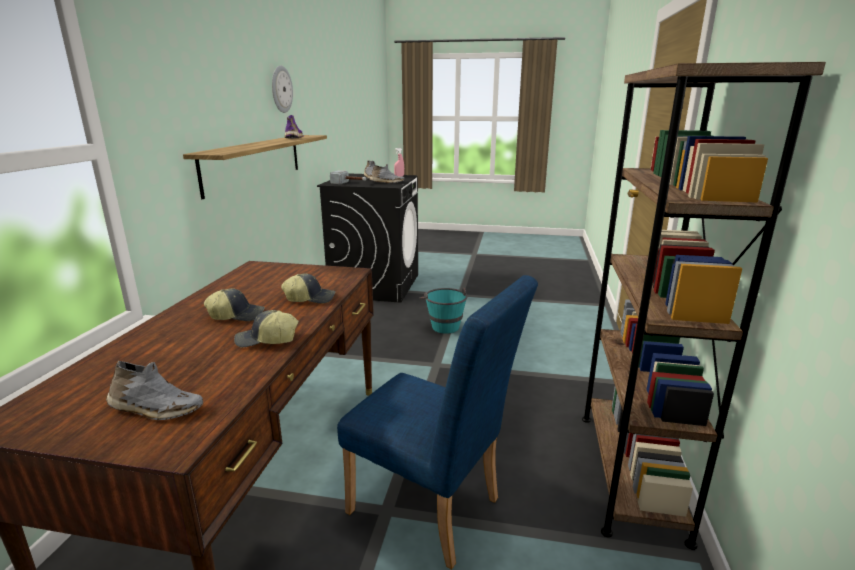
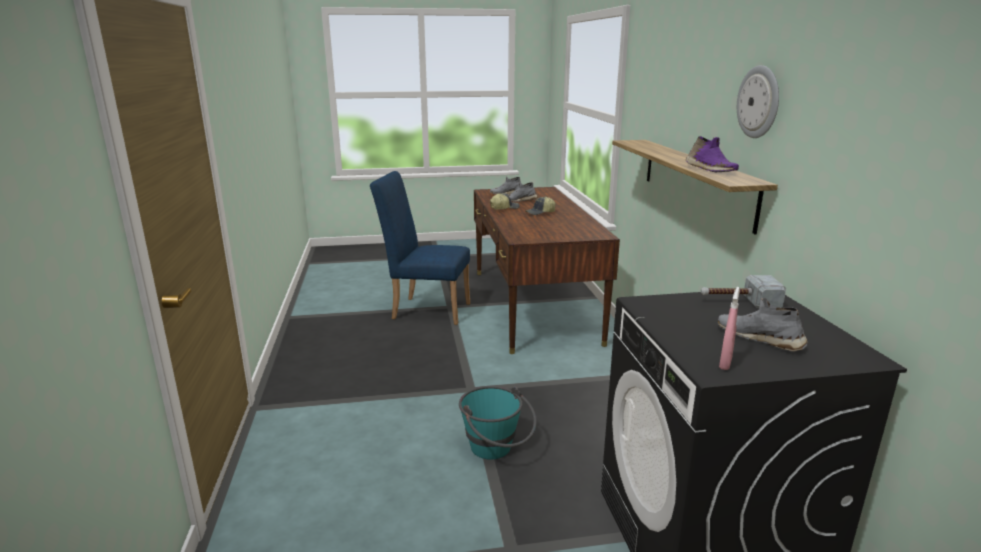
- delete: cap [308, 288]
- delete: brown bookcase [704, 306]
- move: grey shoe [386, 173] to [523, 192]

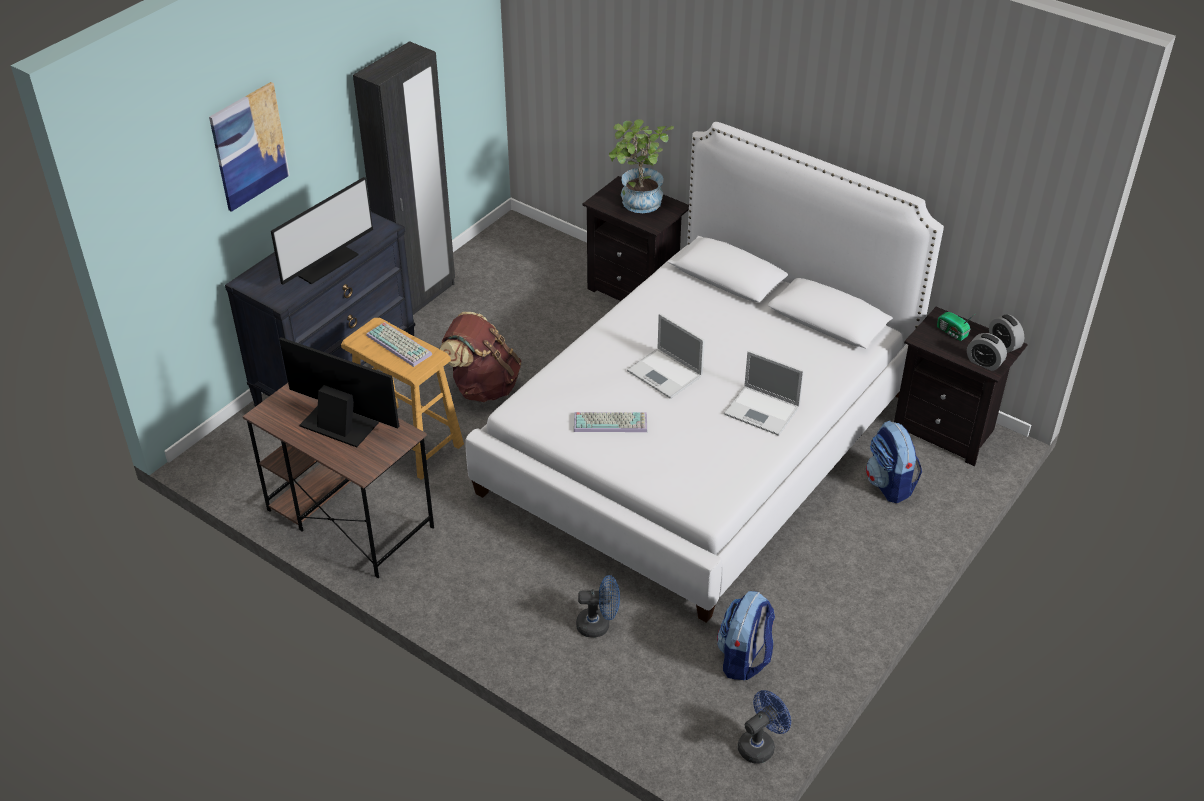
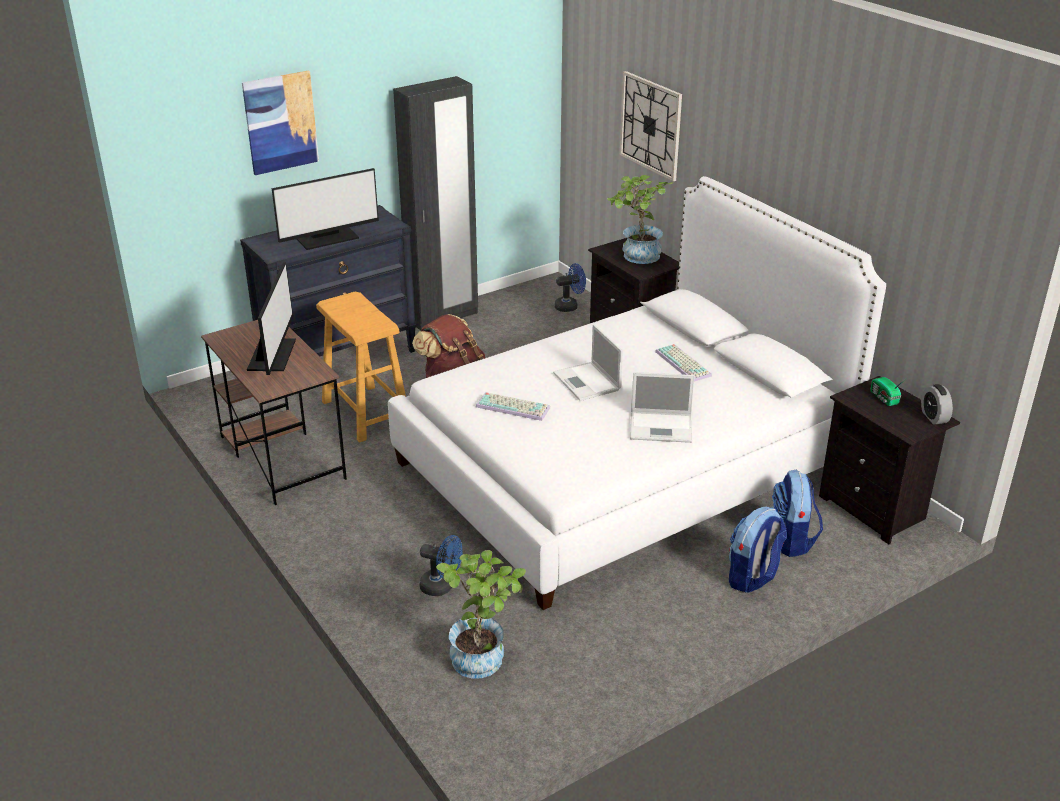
- delete: alarm clock [987, 352]
- insert: potted plant [481, 614]
- insert: wall clock [651, 126]
- move: keyboard [399, 344] to [683, 363]
- move: backpack [746, 635] to [758, 549]
- move: blue fan [764, 727] to [570, 287]
- rotate: monitor [339, 392] = [271, 319] 45 degrees clockwise
- rotate: laptop [764, 393] = [662, 407] 45 degrees counterclockwise

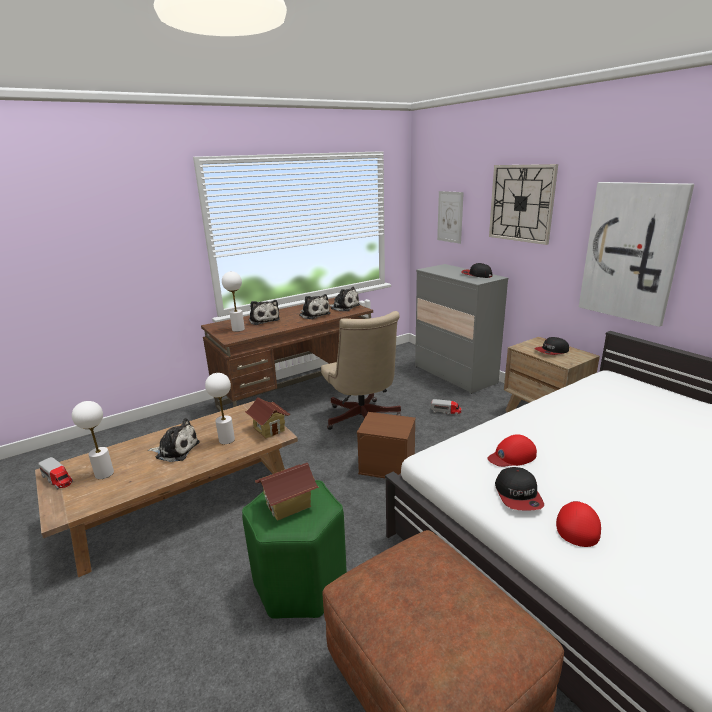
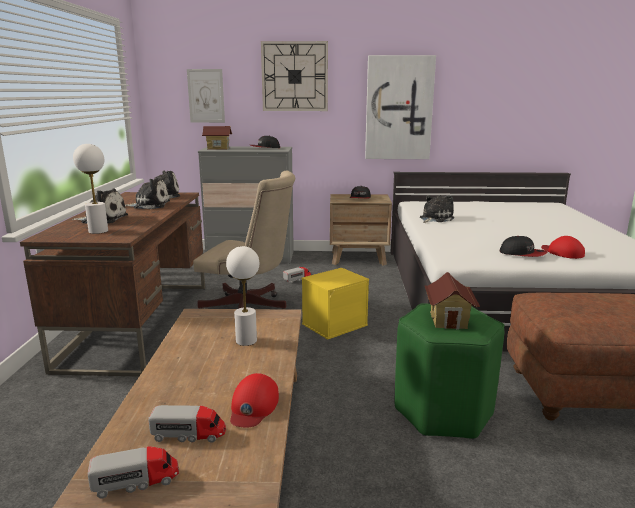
- move: plush toy [174, 440] to [437, 209]
- move: toy house [267, 417] to [217, 138]
- move: red cap [512, 450] to [254, 400]
- replace: white table lamp [93, 440] to toy truck [187, 424]
- recolor: brown storage box [386, 445] to yellow storage box [335, 304]

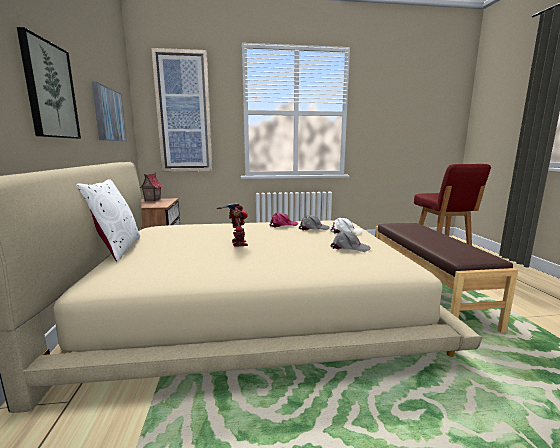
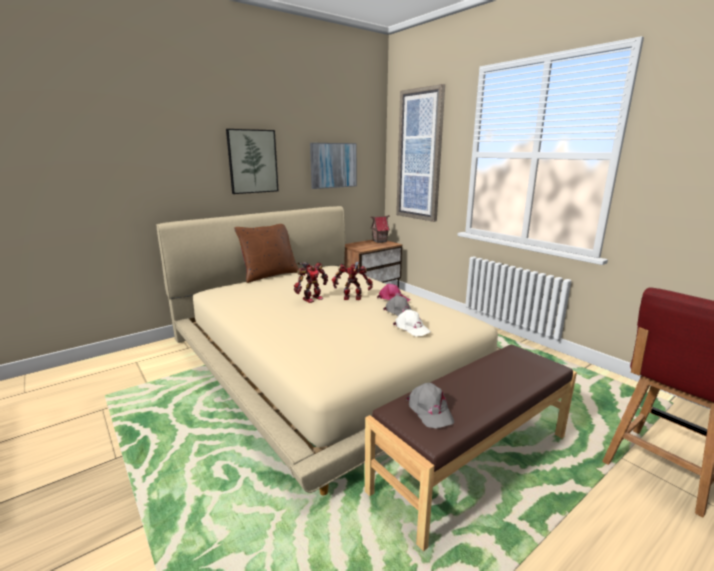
- insert: toy robot [352, 280]
- move: grey cap [351, 241] to [430, 406]
- recolor: white pillow [108, 220] to brown pillow [266, 253]

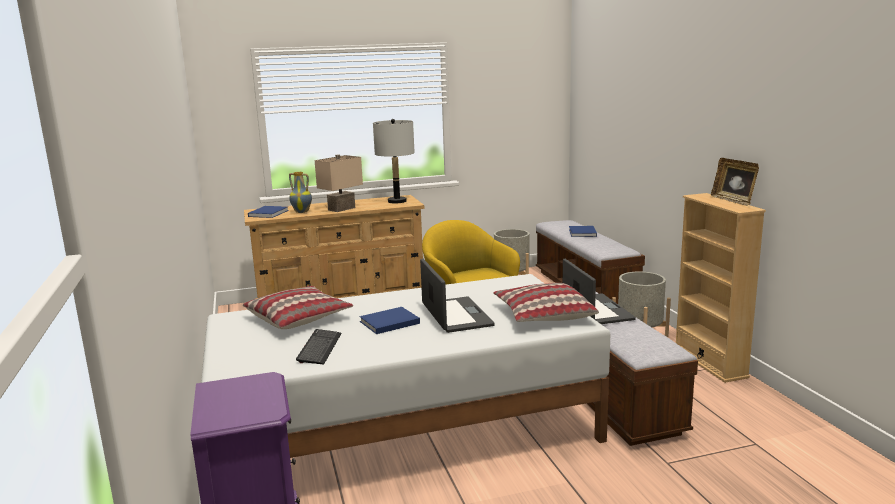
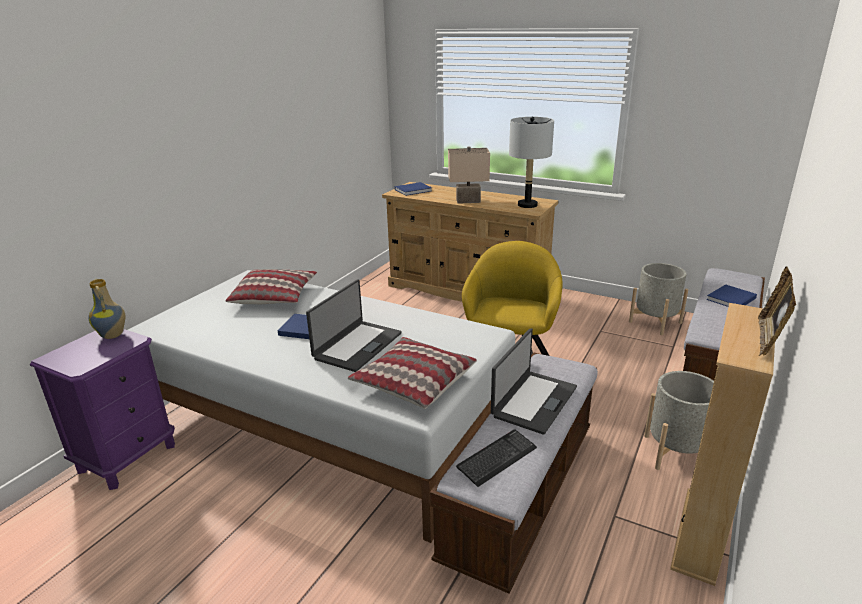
- move: vase [300, 192] to [107, 308]
- move: keyboard [318, 346] to [496, 458]

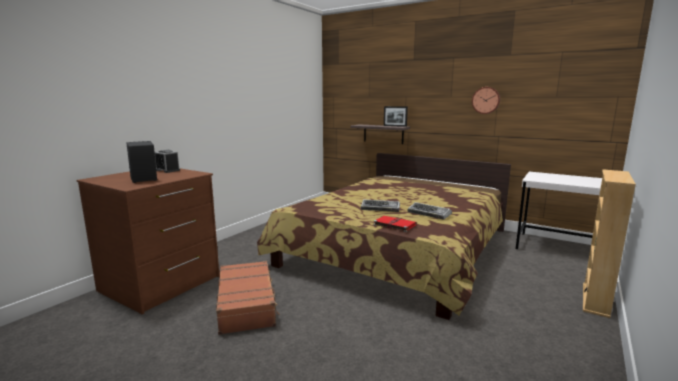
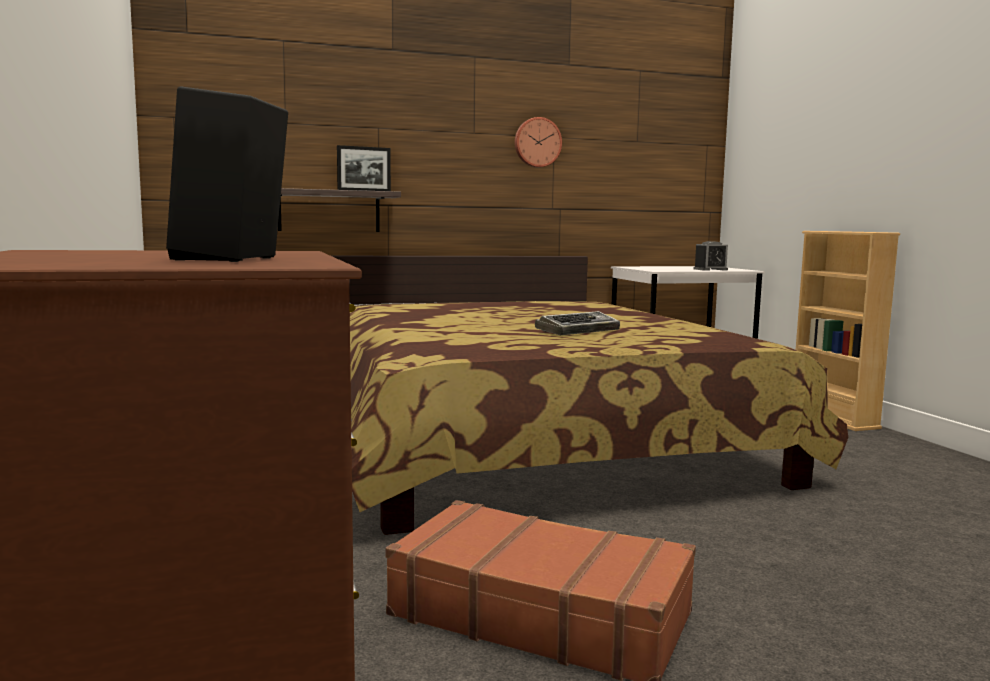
- delete: red book [395, 224]
- delete: keyboard [430, 211]
- move: alarm clock [167, 161] to [711, 256]

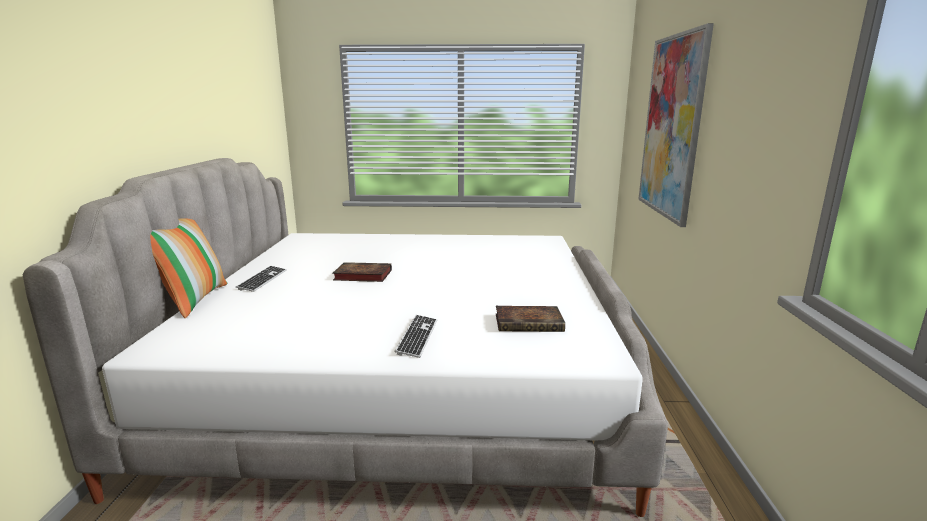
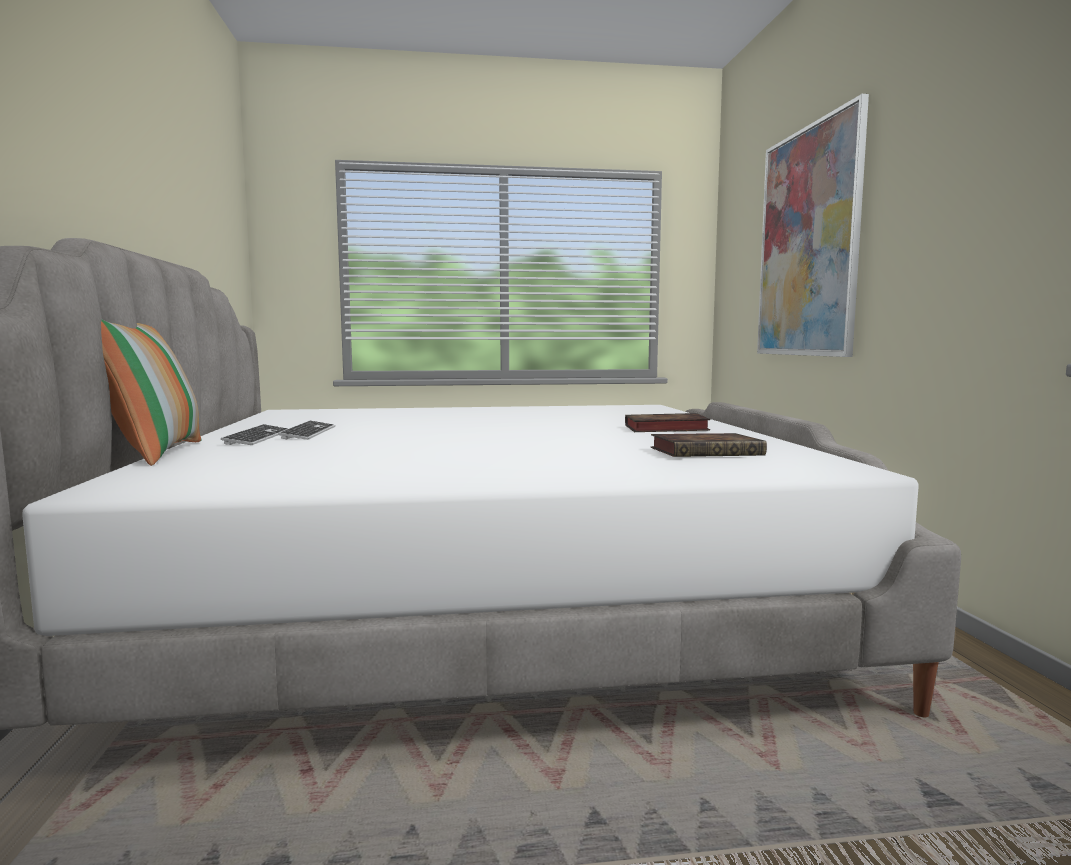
- move: book [362, 272] to [668, 422]
- move: keyboard [416, 336] to [306, 430]

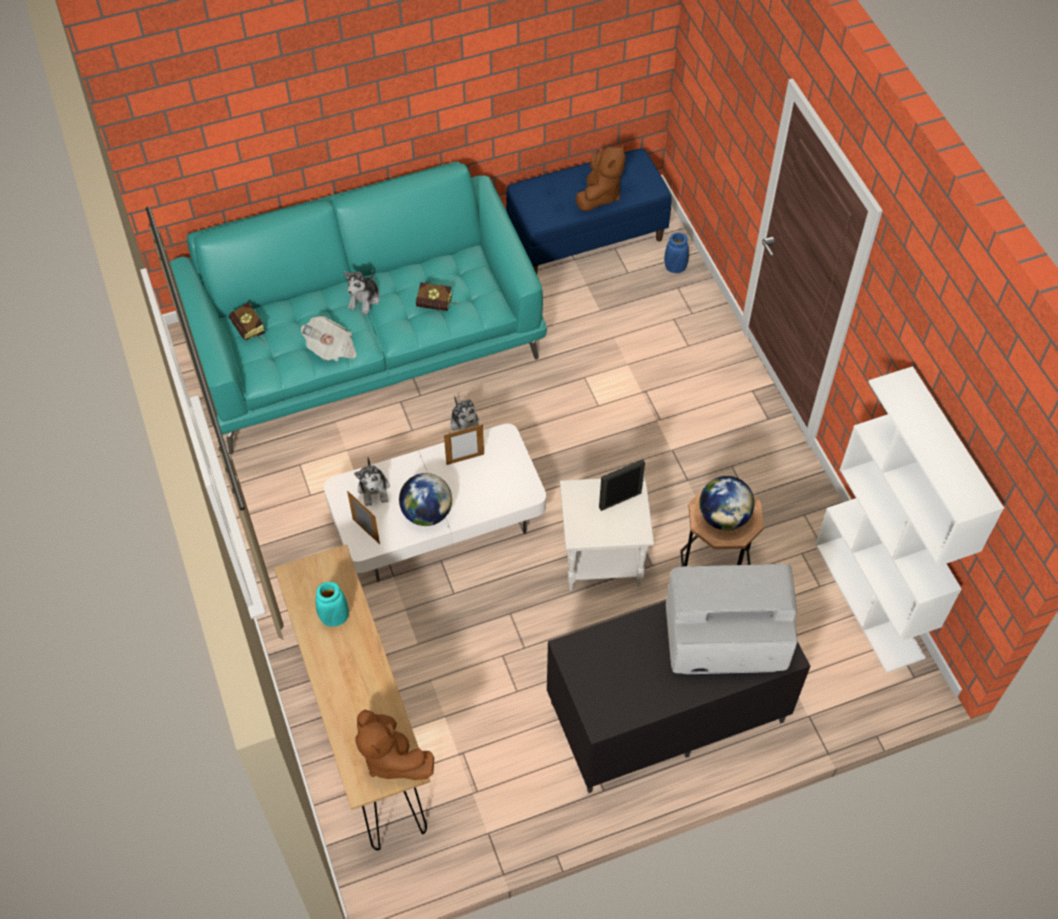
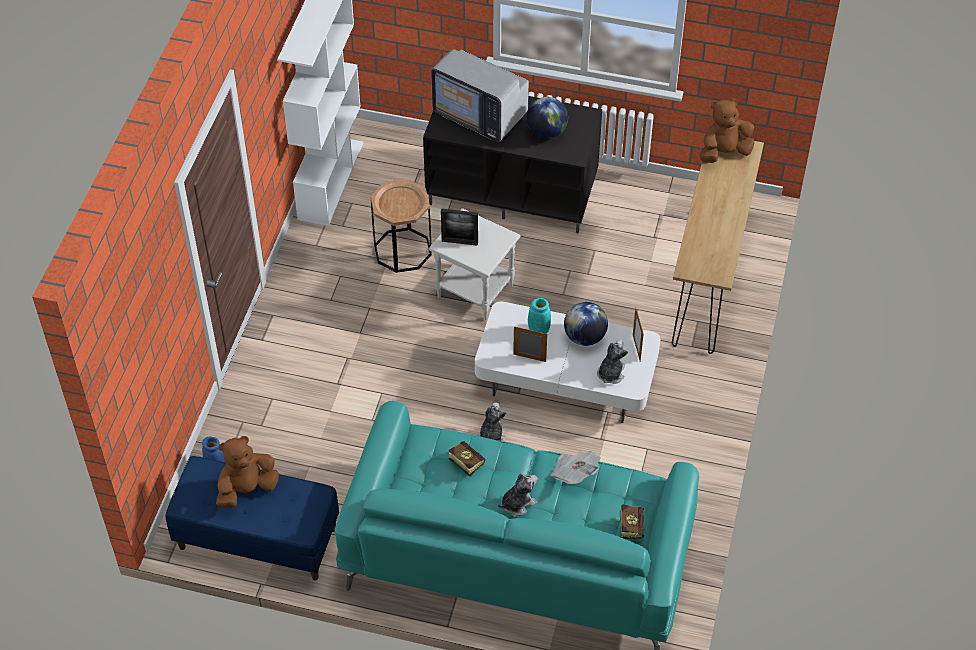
- move: turquoise vase [332, 604] to [539, 316]
- move: globe [726, 503] to [547, 118]
- rotate: brown plush toy [394, 745] = [727, 130] 105 degrees counterclockwise

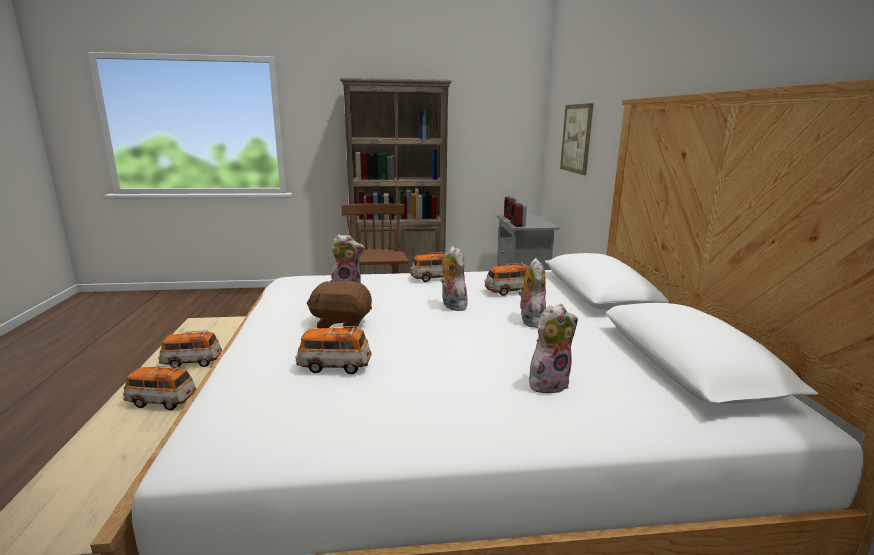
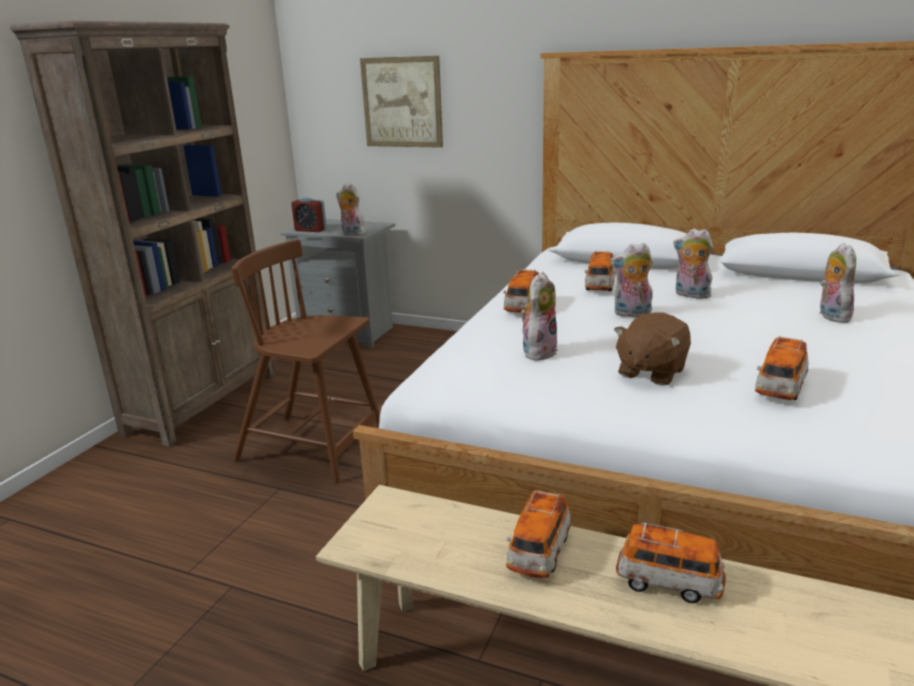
- replace: alarm clock [519, 214] to plush toy [350, 210]
- rotate: toy car [159, 388] = [671, 562] 105 degrees counterclockwise

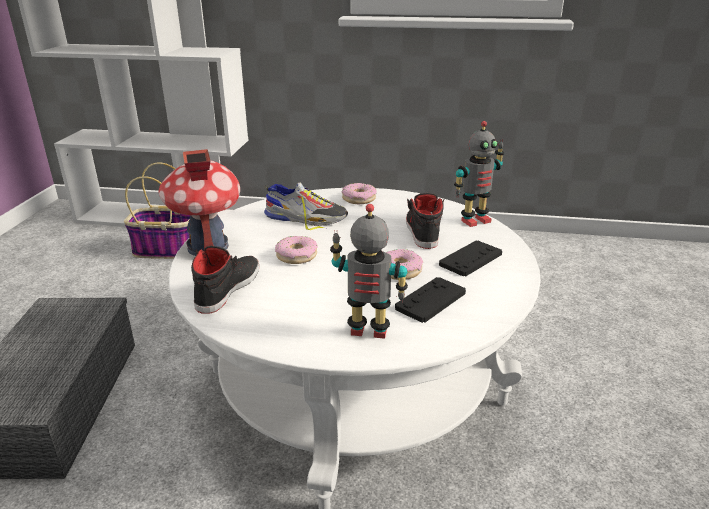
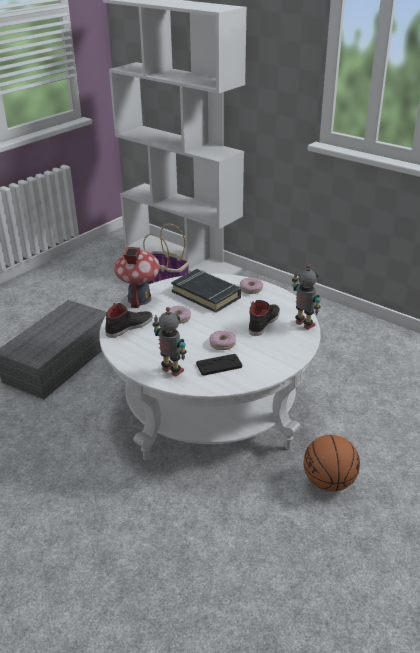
- delete: black game controller [470, 258]
- insert: basketball [332, 463]
- replace: shoe [306, 206] to black book [206, 291]
- rotate: toy robot [479, 174] = [306, 297] 135 degrees counterclockwise

